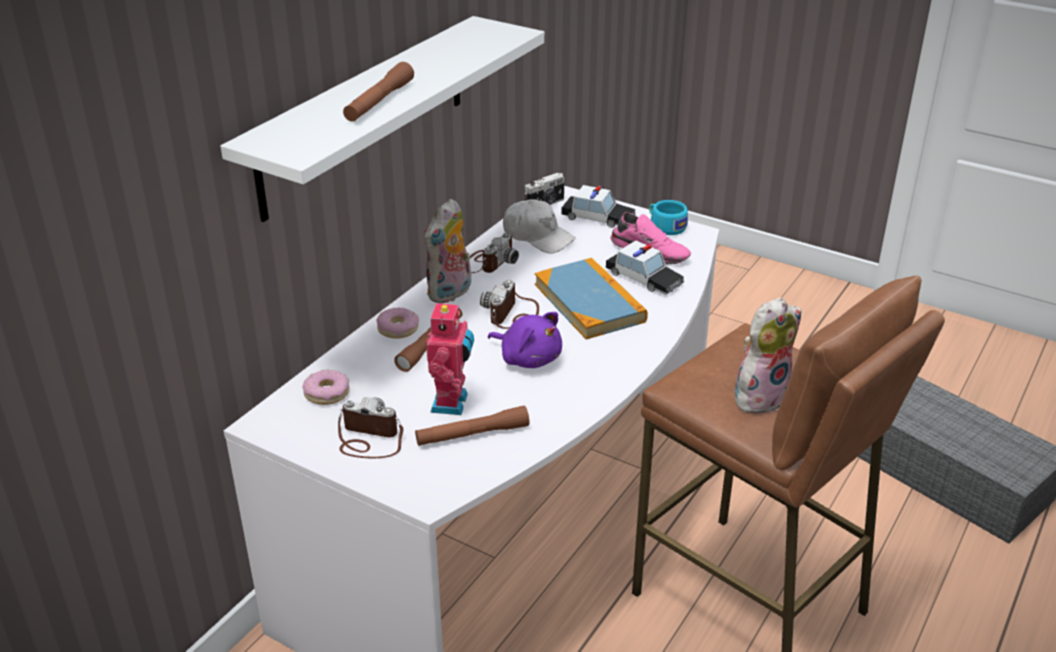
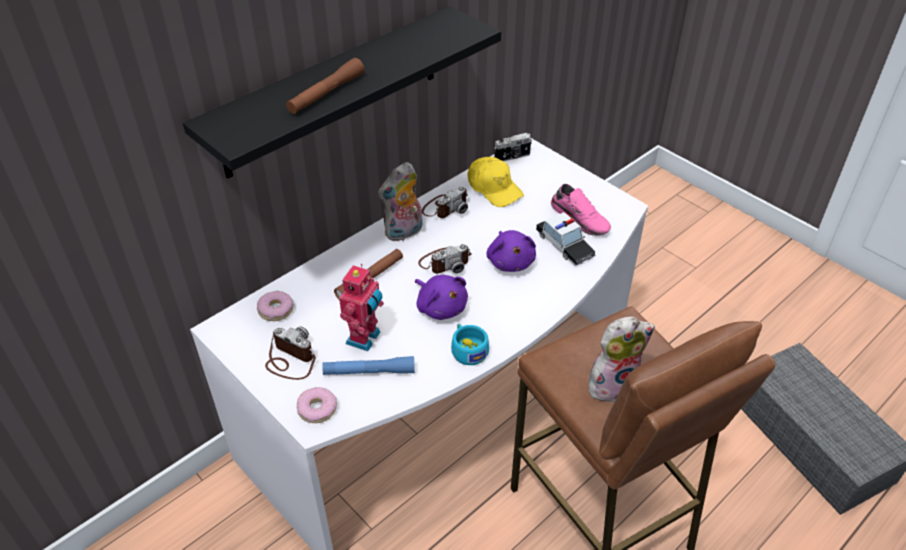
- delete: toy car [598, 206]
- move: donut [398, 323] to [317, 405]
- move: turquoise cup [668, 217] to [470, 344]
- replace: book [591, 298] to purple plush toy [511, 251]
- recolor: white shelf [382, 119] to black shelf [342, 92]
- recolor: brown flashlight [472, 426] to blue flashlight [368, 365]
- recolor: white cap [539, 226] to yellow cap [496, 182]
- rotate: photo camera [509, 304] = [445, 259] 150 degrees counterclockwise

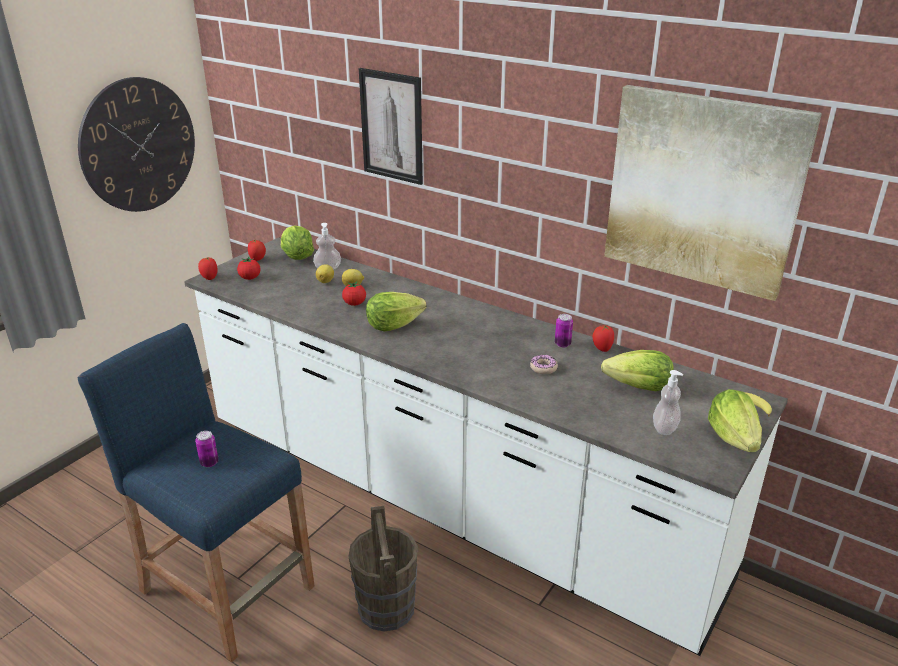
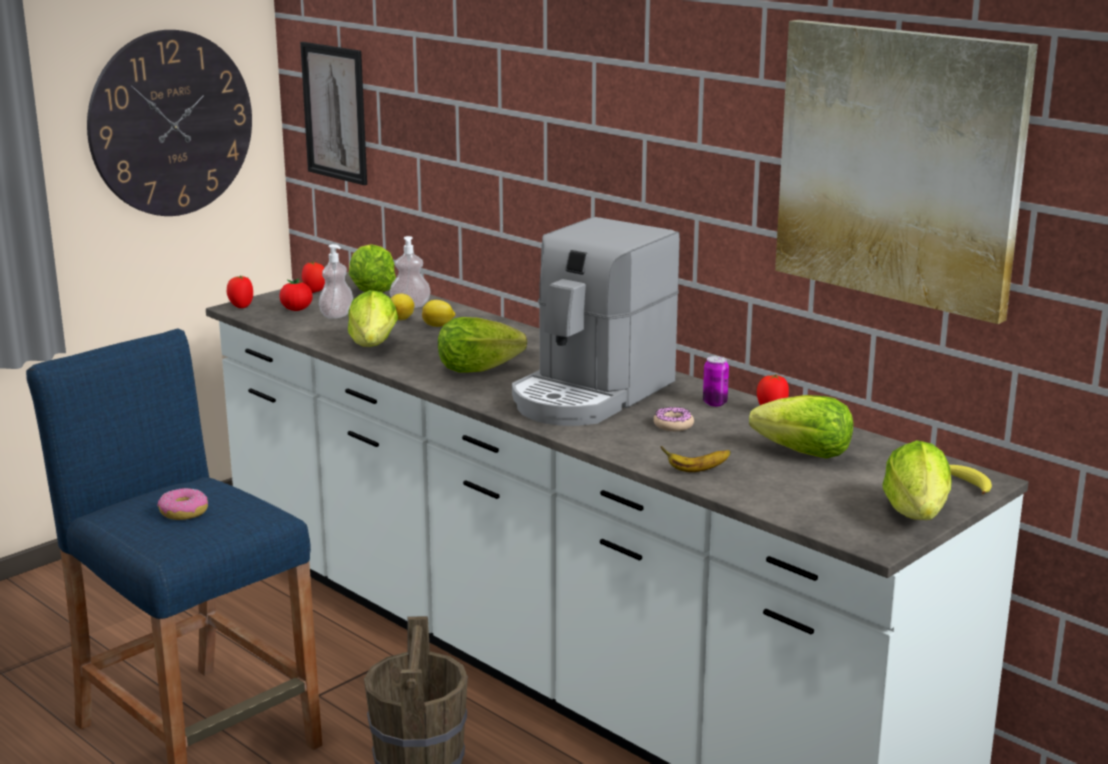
- delete: tomato [354, 294]
- insert: lettuce [373, 318]
- insert: coffee machine [596, 321]
- insert: banana [695, 459]
- move: picture [391, 126] to [333, 113]
- move: soap dispenser [668, 402] to [336, 281]
- replace: can [207, 449] to donut [182, 504]

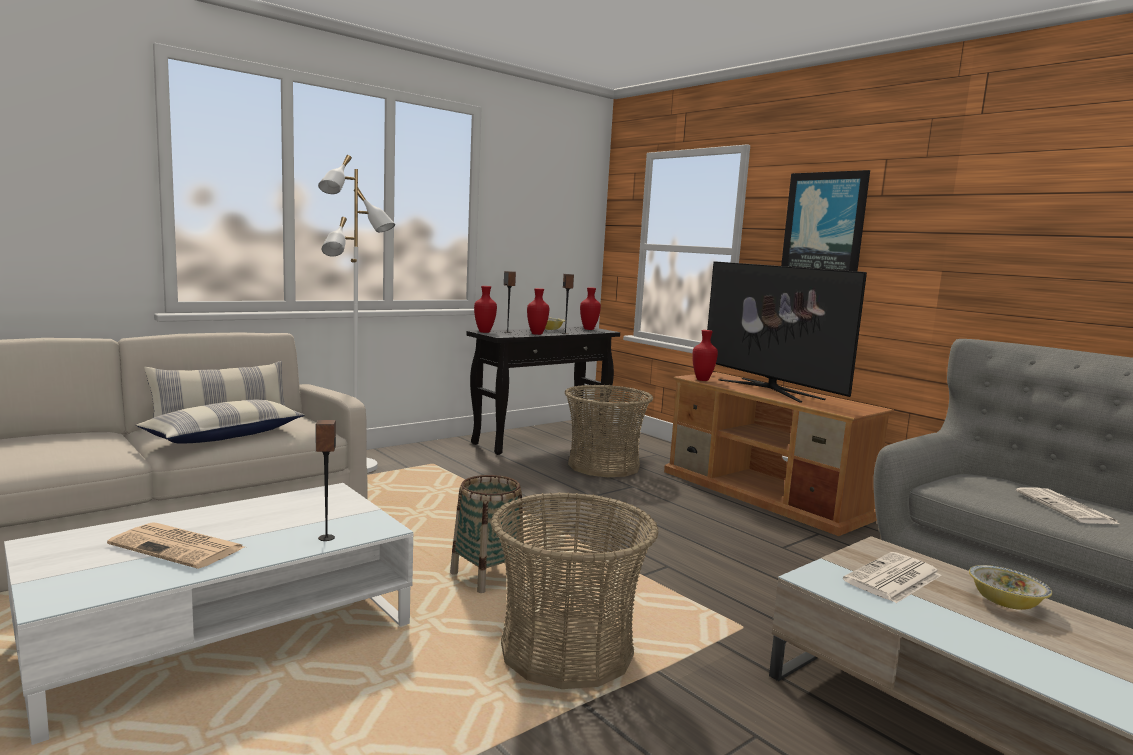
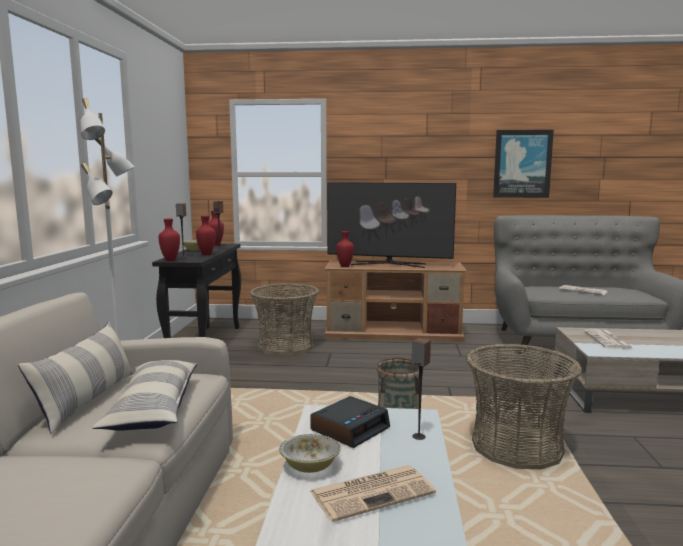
- insert: alarm clock [350, 422]
- move: picture [825, 220] to [523, 164]
- move: bowl [1010, 587] to [310, 453]

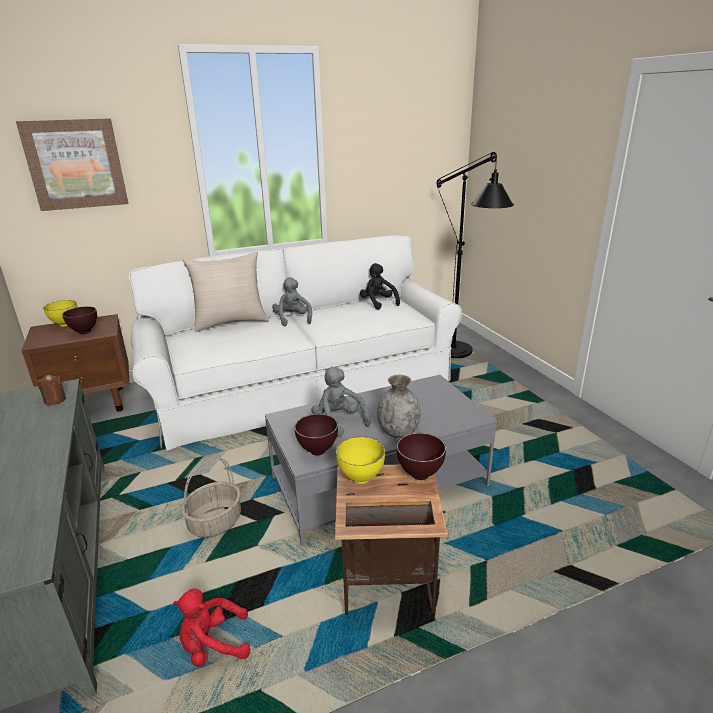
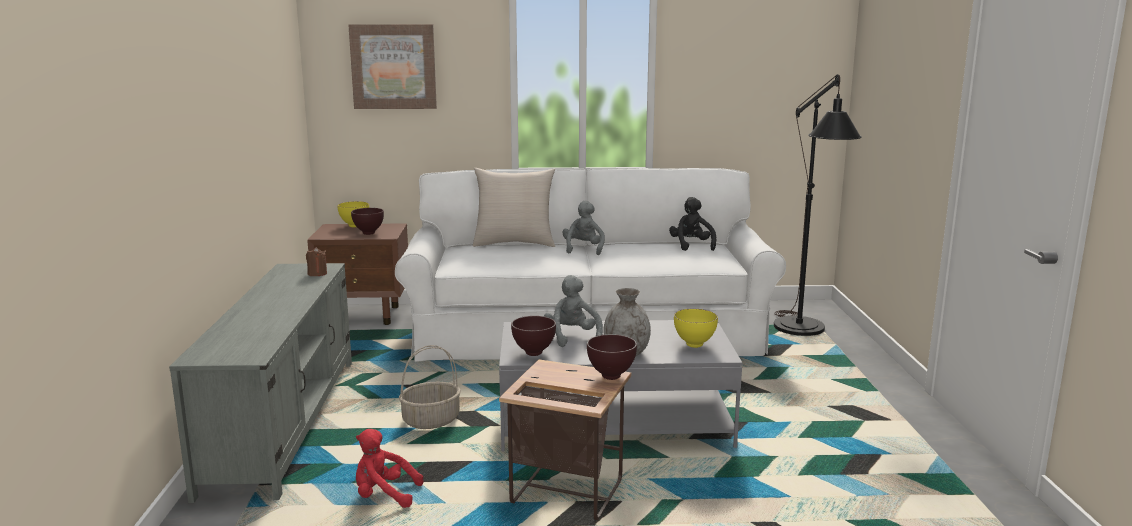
- move: yellow bowl [360, 460] to [696, 328]

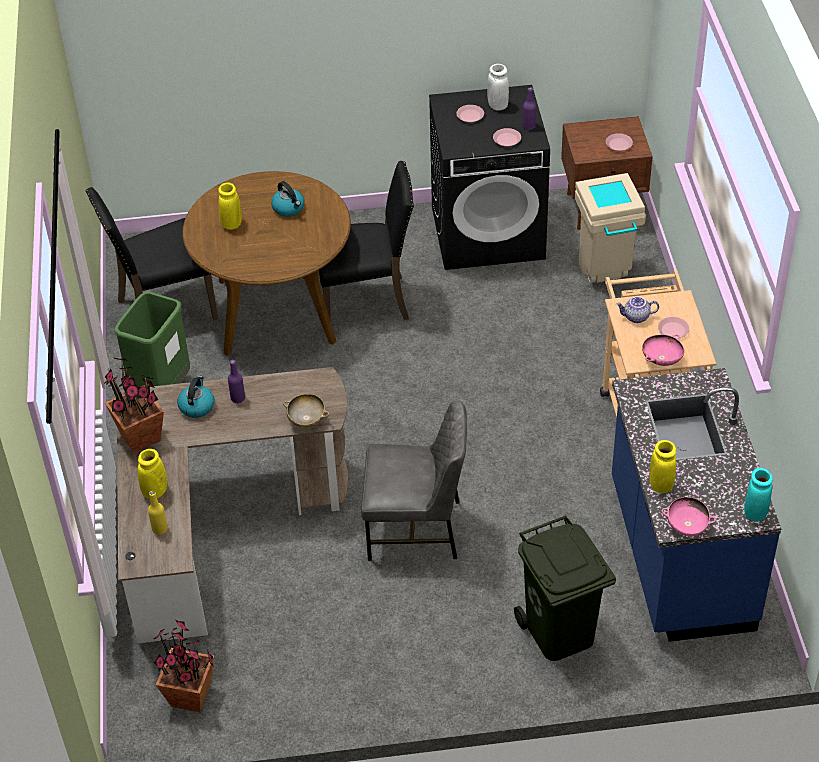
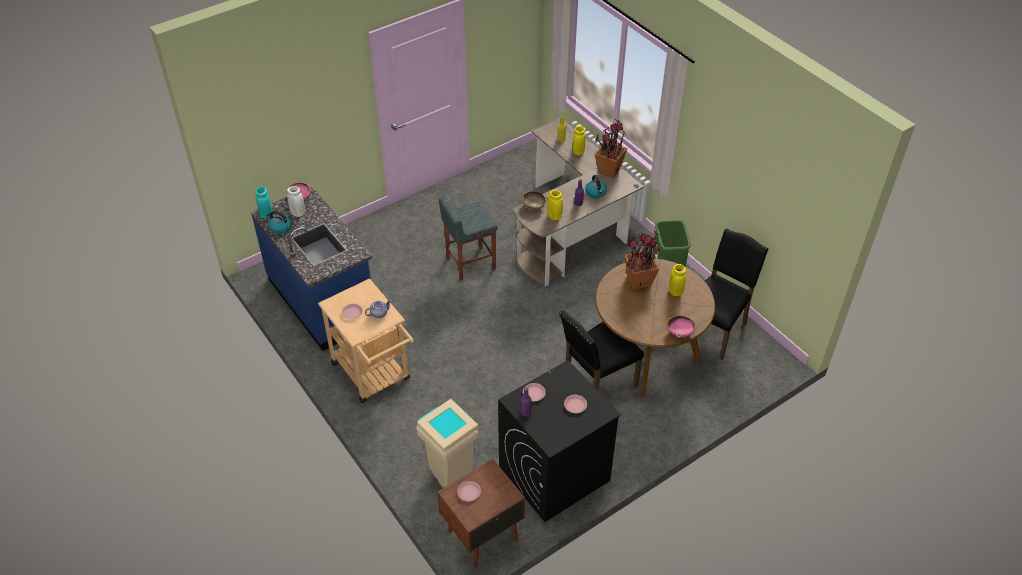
- delete: green trash can [565, 588]
- move: potted plant [184, 666] to [642, 260]
- move: kettle [287, 199] to [278, 222]
- move: white vase [498, 87] to [296, 201]
- move: pink bowl [663, 350] to [681, 325]
- move: yellow vase [662, 466] to [555, 205]
- replace: grey chair [414, 480] to grey stool [468, 238]

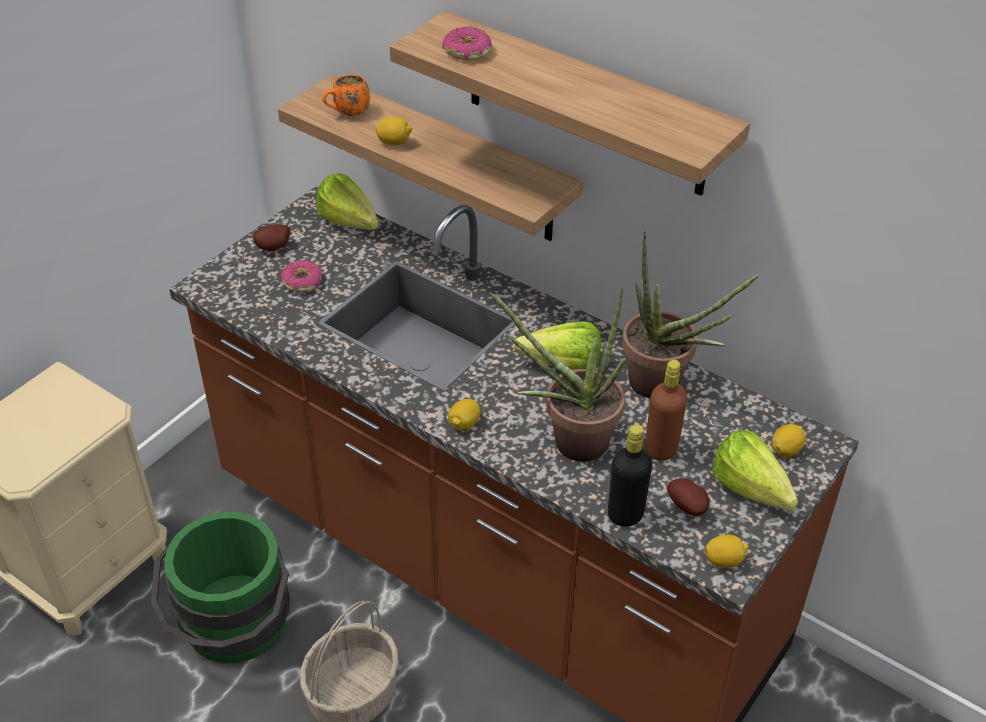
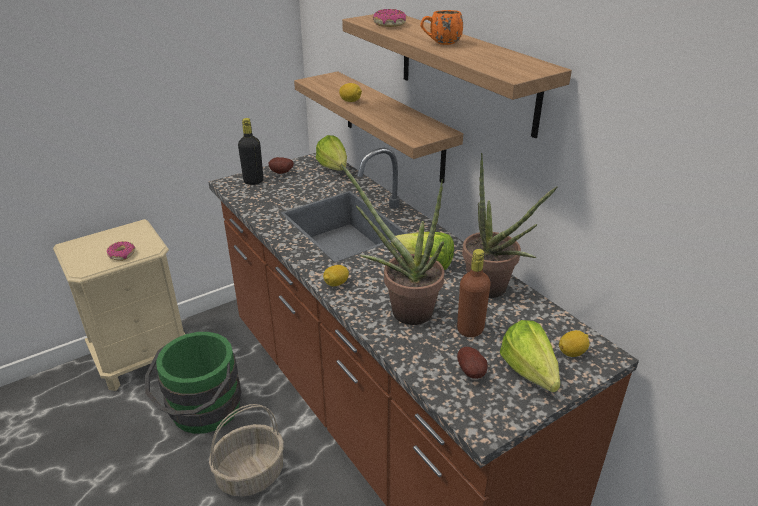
- delete: lemon [727, 551]
- move: donut [301, 276] to [121, 251]
- move: orange mug [346, 95] to [441, 27]
- move: black bottle [630, 476] to [251, 151]

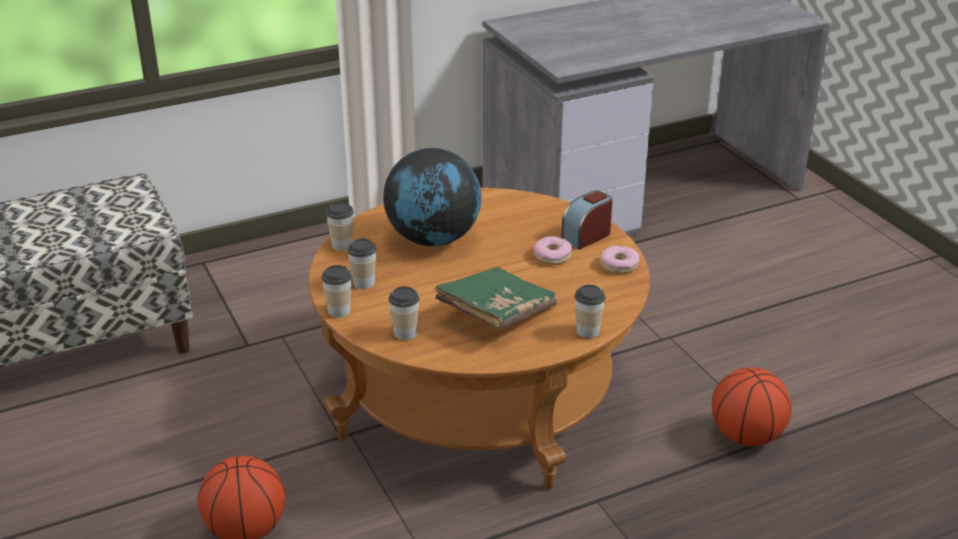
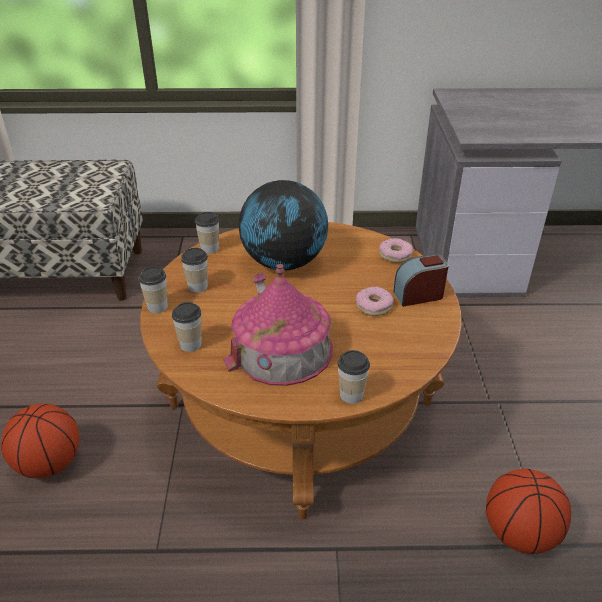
- move: donut [620, 260] to [396, 250]
- replace: green book [495, 298] to toy house [278, 325]

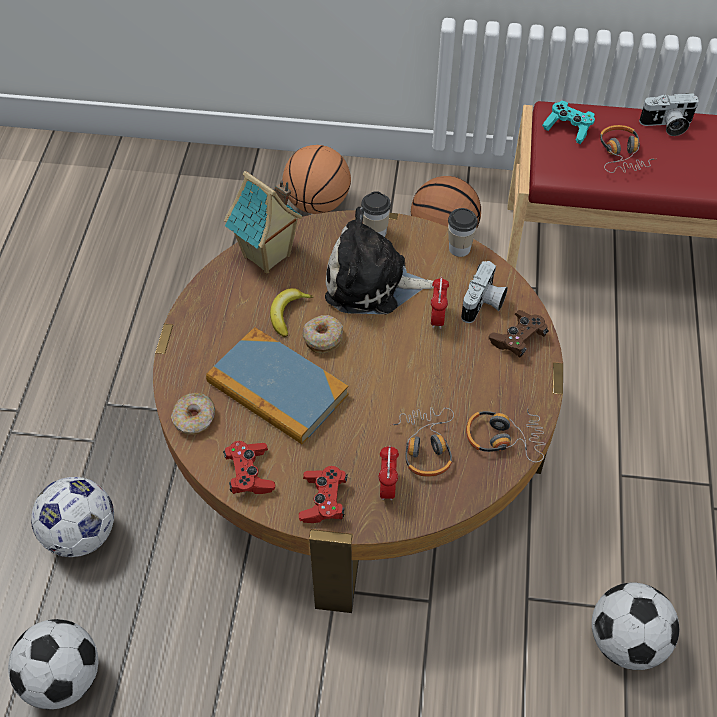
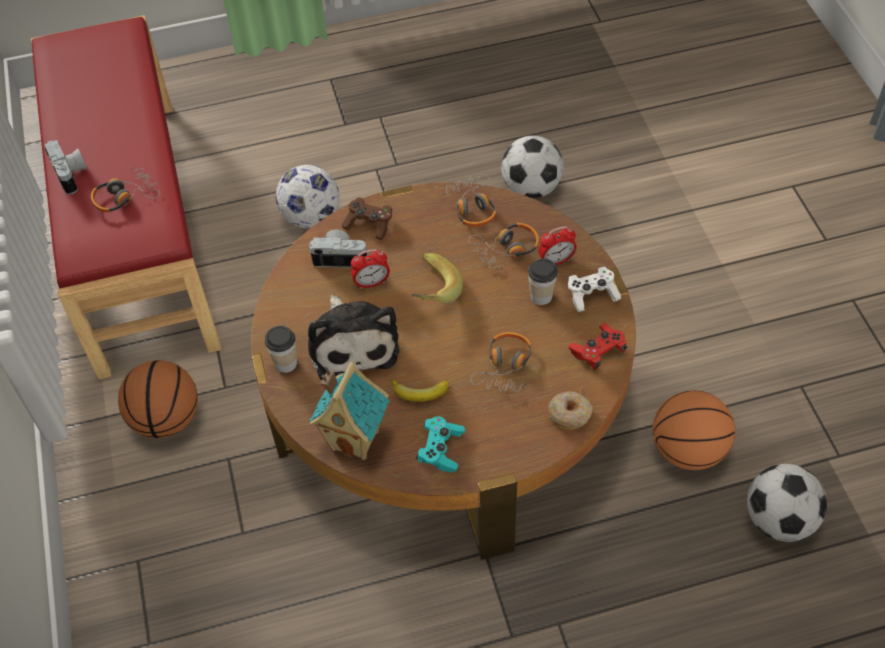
- delete: donut [323, 334]
- insert: banana [437, 278]
- move: football [72, 517] to [307, 196]
- move: basketball [316, 179] to [693, 430]
- move: cup [463, 232] to [543, 282]
- move: turquoise game controller [568, 122] to [440, 444]
- replace: book [277, 386] to headphones [501, 362]
- recolor: red game controller [323, 494] to white game controller [594, 289]

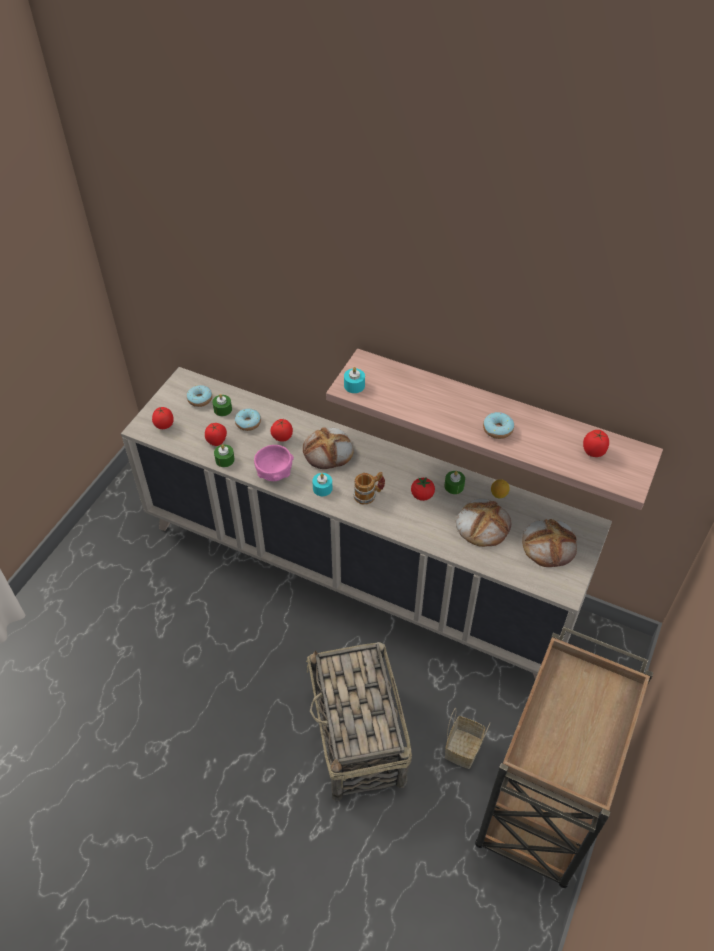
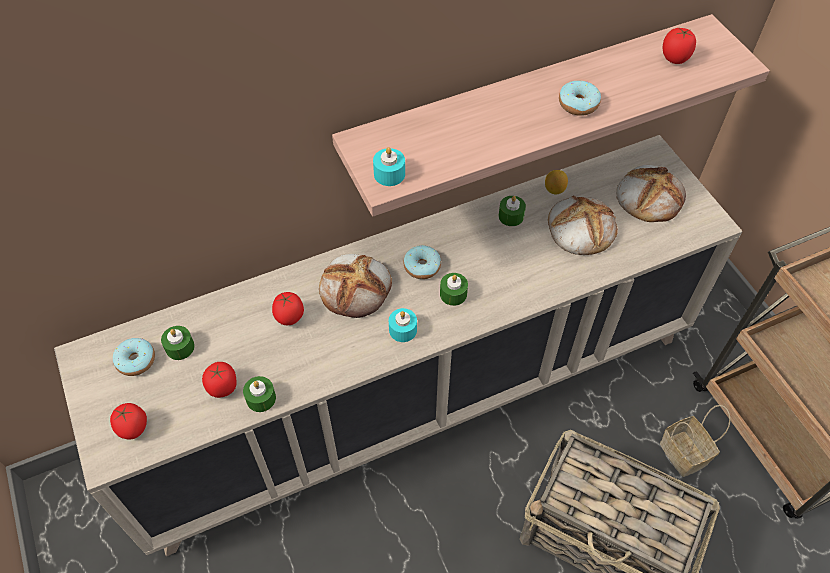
- delete: pink bowl [274, 463]
- delete: tomato [423, 489]
- move: donut [248, 420] to [422, 262]
- replace: mug [369, 488] to green candle [454, 289]

